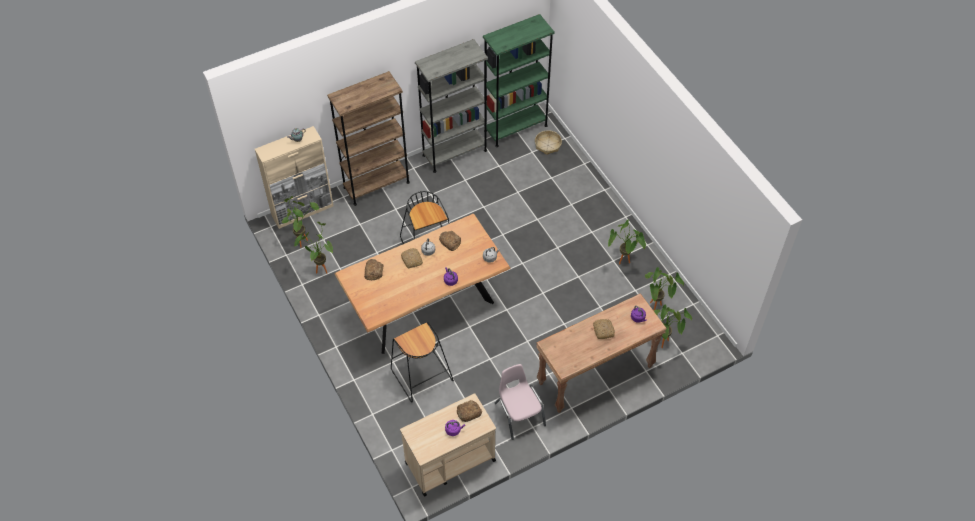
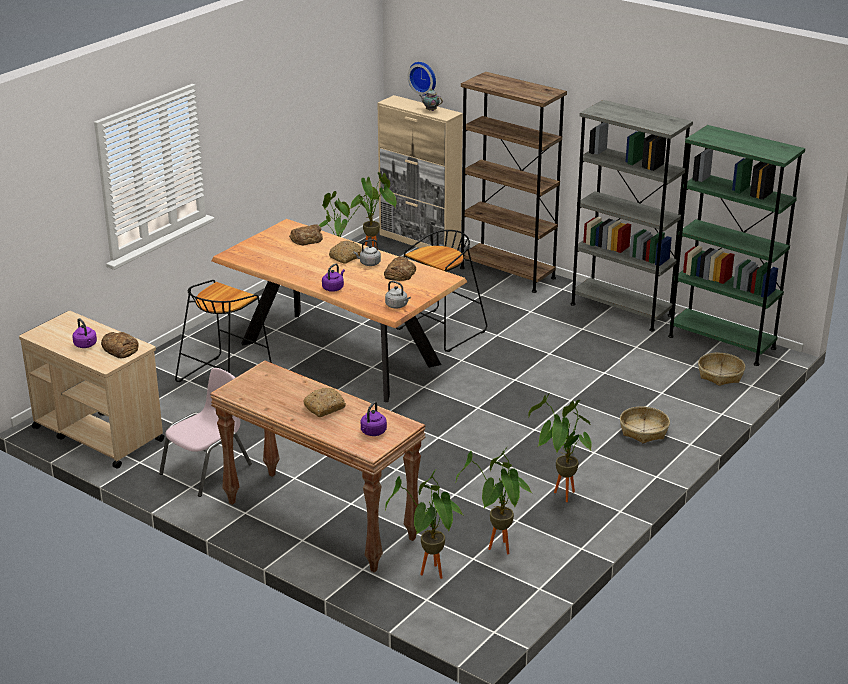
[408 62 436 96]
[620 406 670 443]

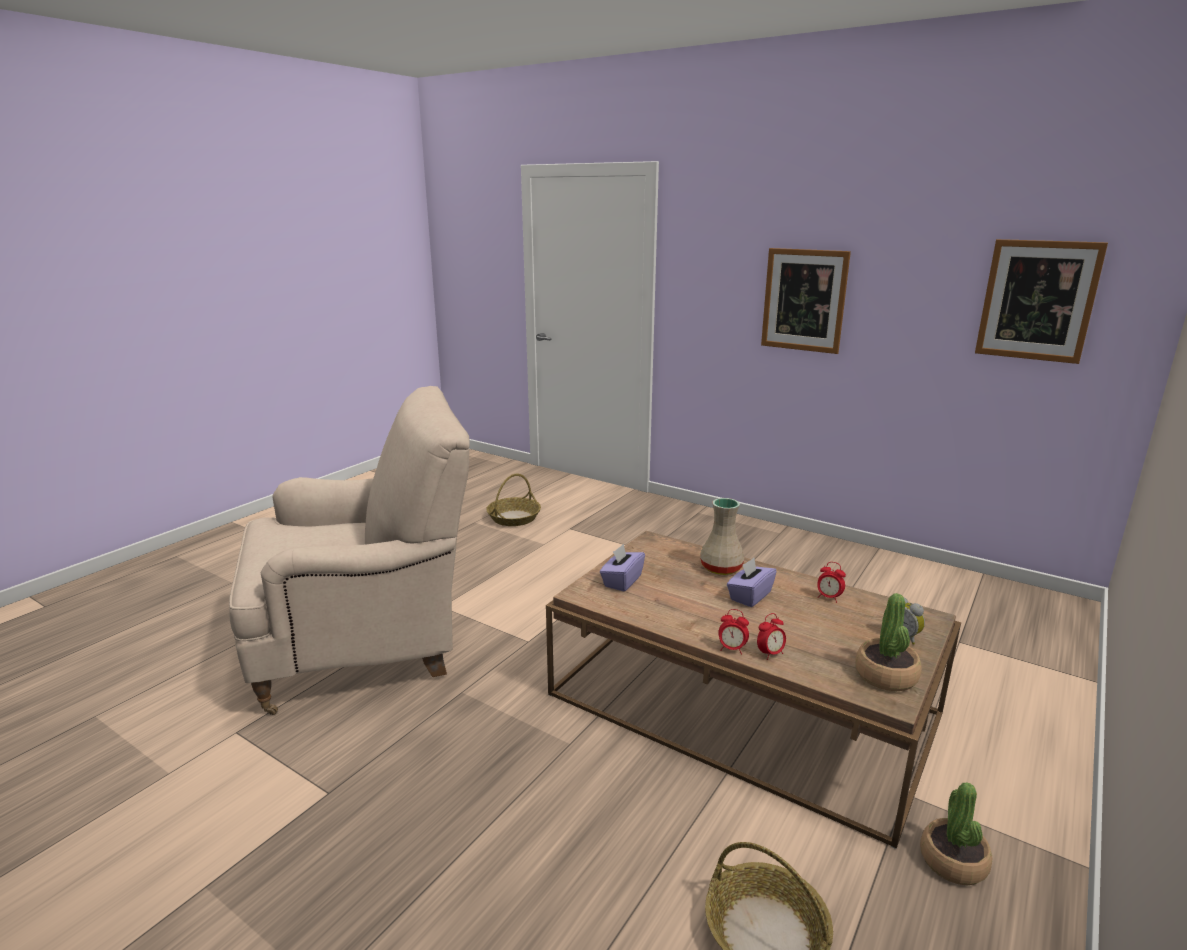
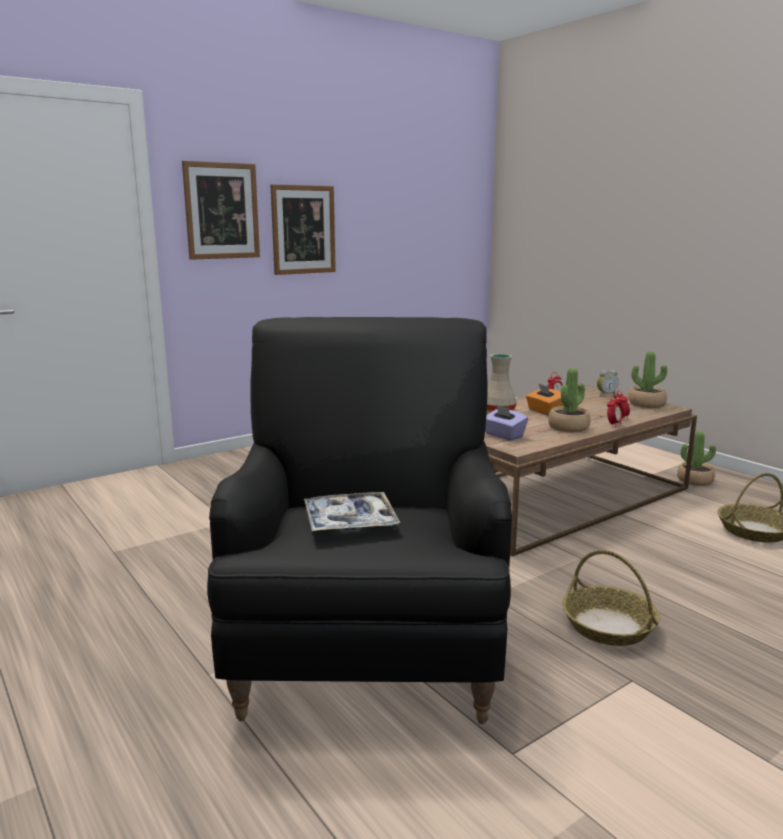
[182 161 260 260]
[207 317 512 724]
[562 550 660 646]
[526 384 564 416]
[548 367 591 432]
[304 492 400 531]

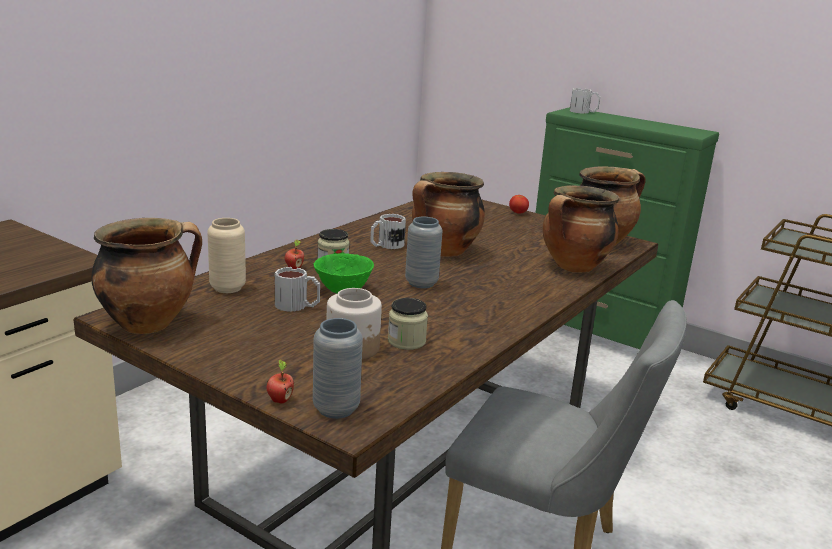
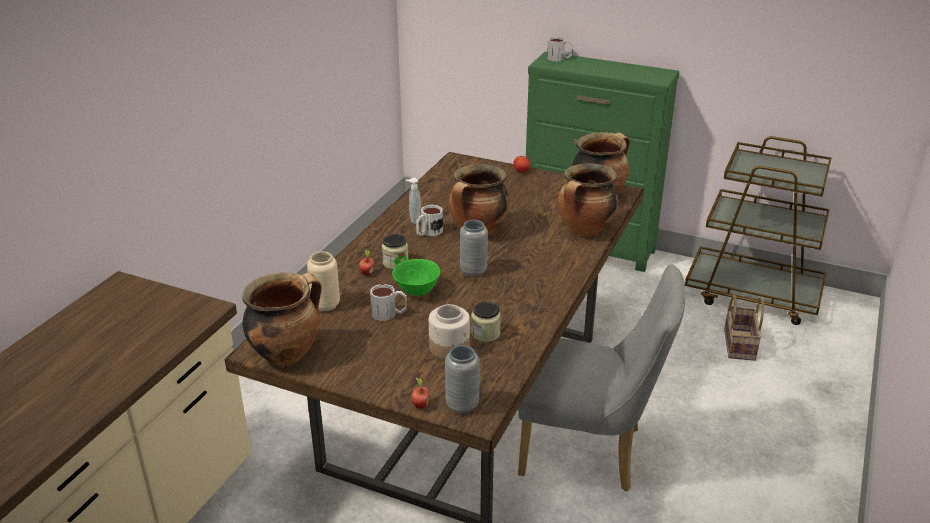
[406 178 421 224]
[724 295 764 361]

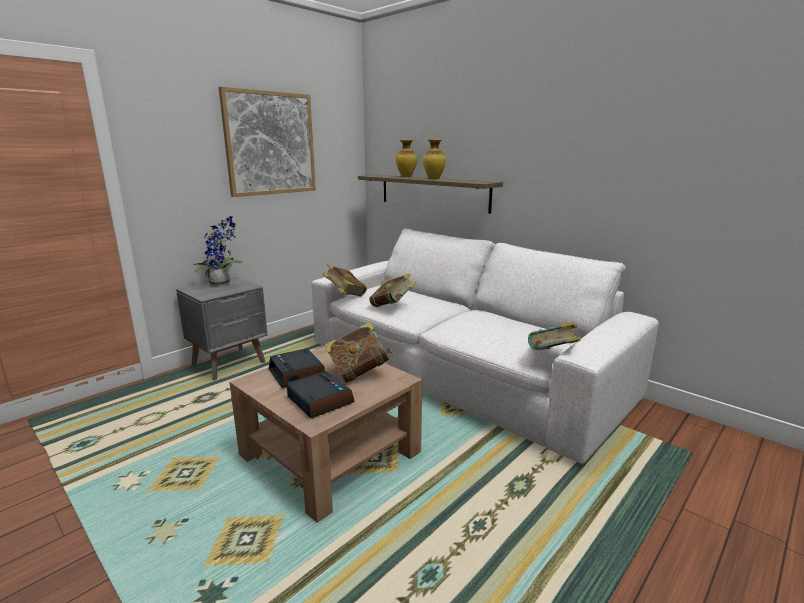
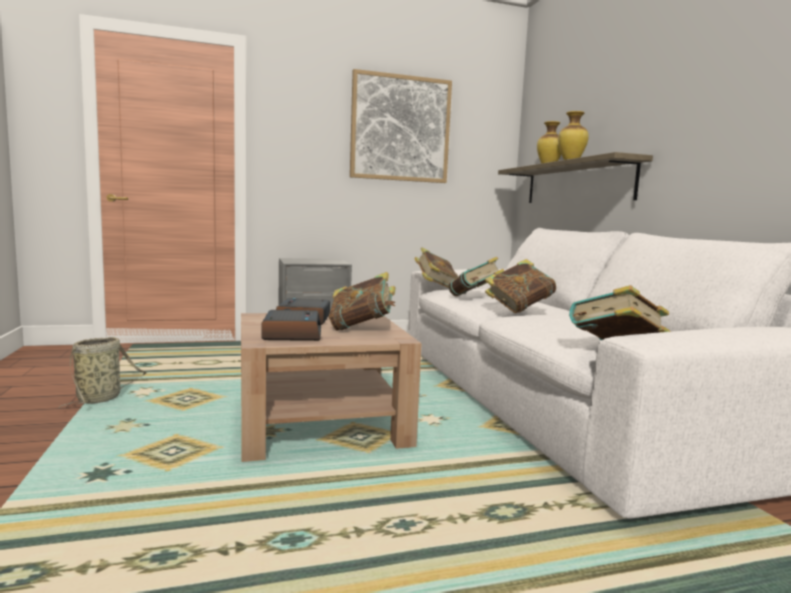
[194 216 243 286] (first image)
[485 259 556 313]
[59 337 147 408]

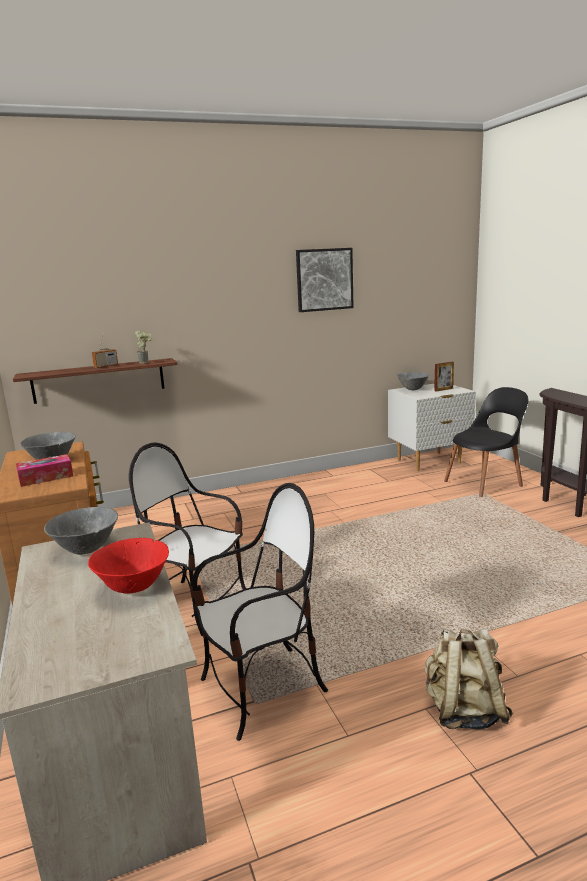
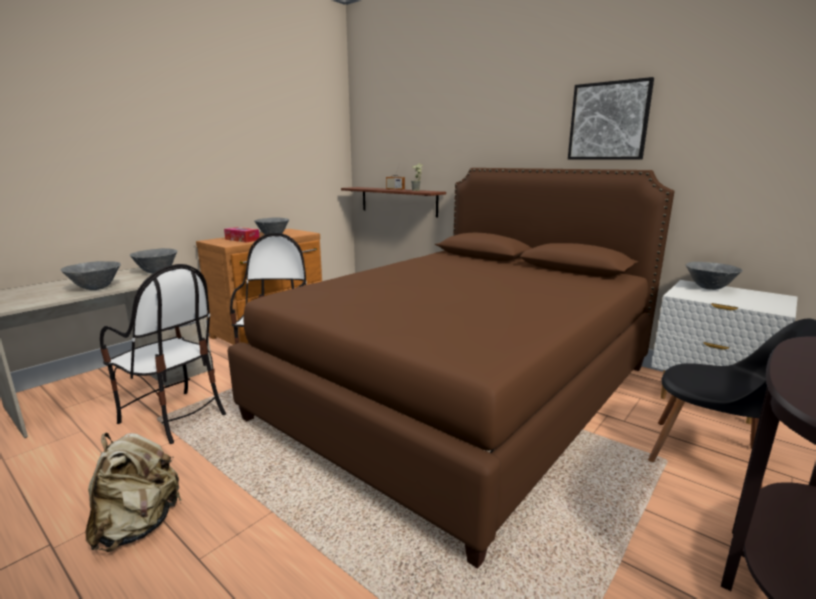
[434 362 454 392] (first image)
[61 261 121 290]
[228 168 674 569]

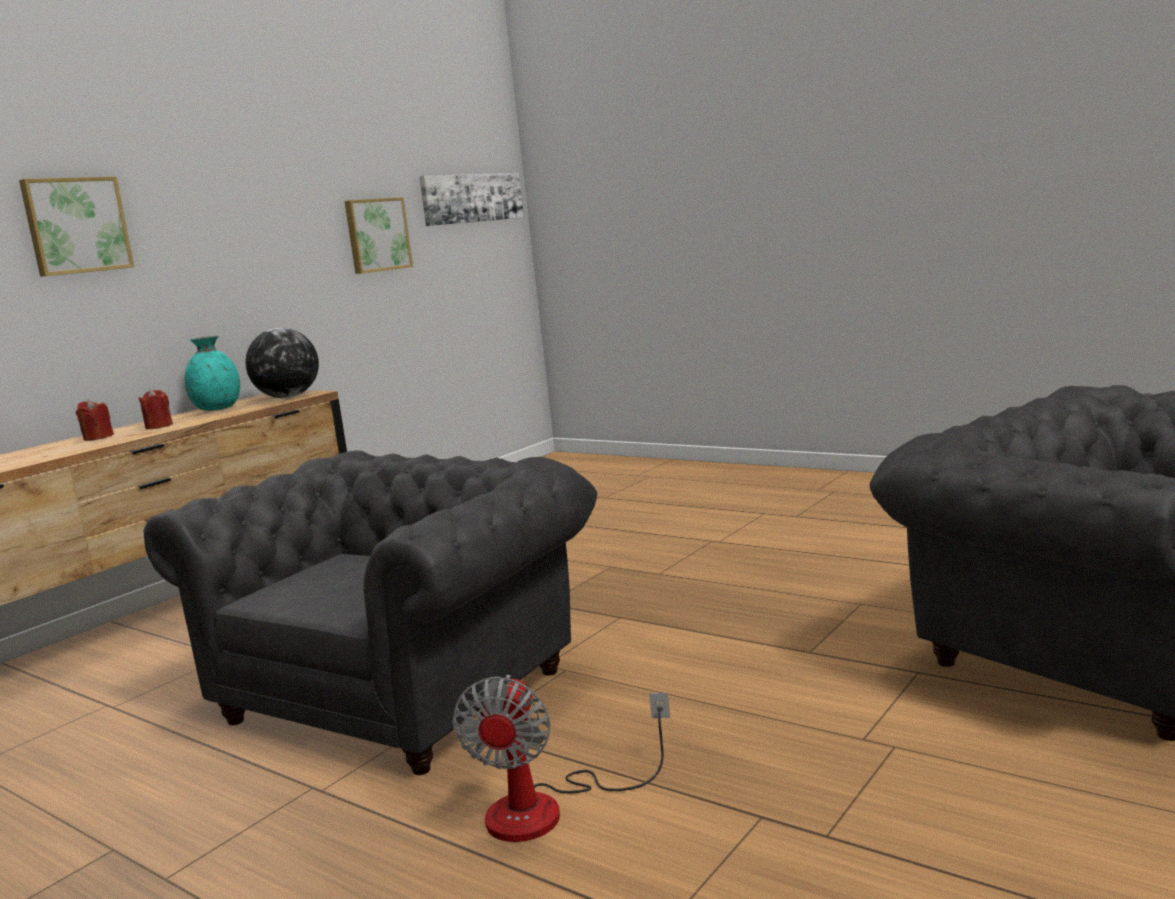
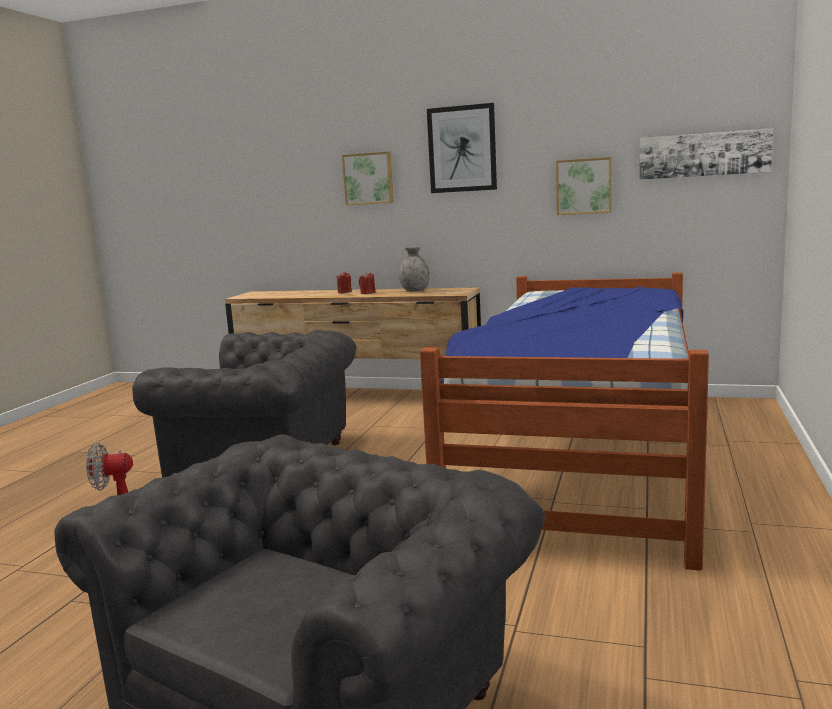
[245 328 319 398] (first image)
[399 247 430 291]
[427 103 497 193]
[420 272 709 571]

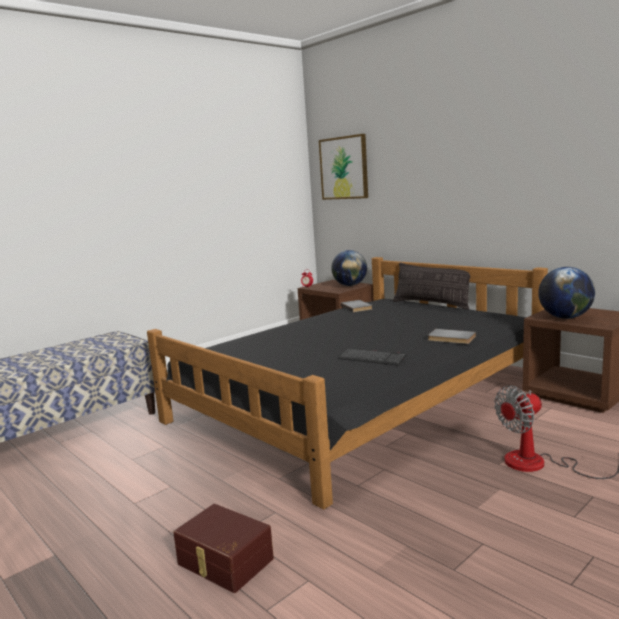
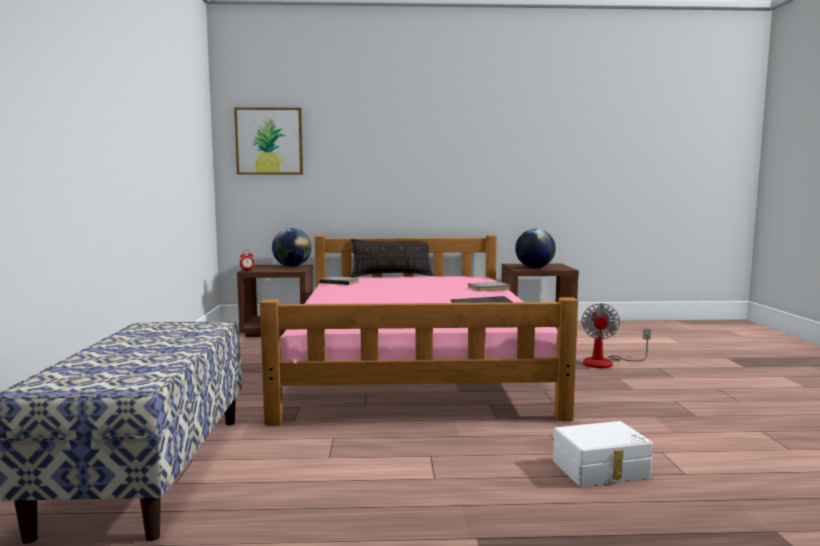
[260 235 579 426]
[553 421 653 487]

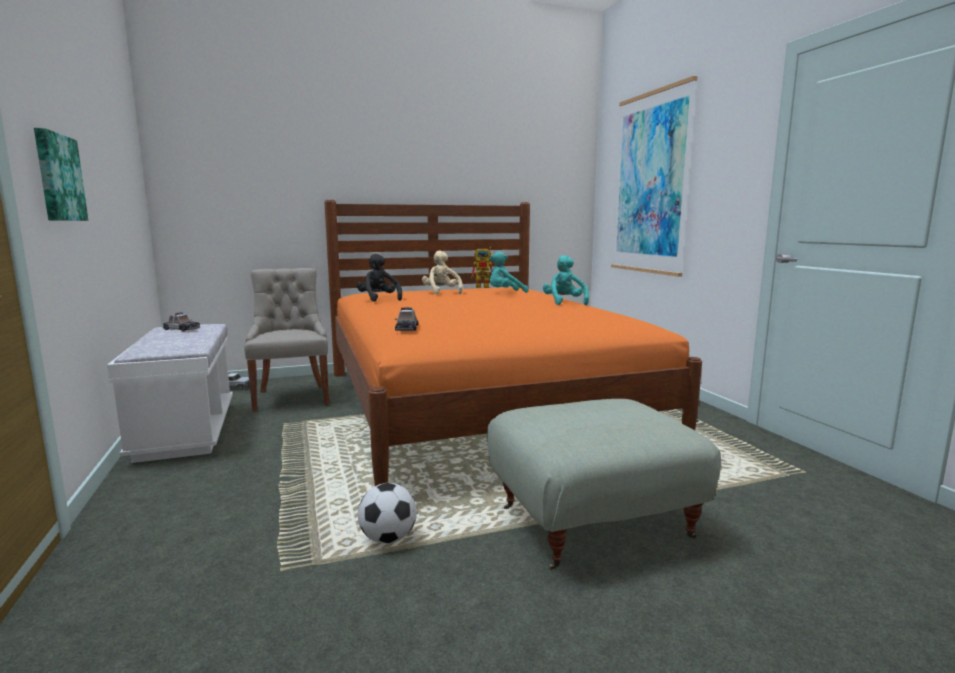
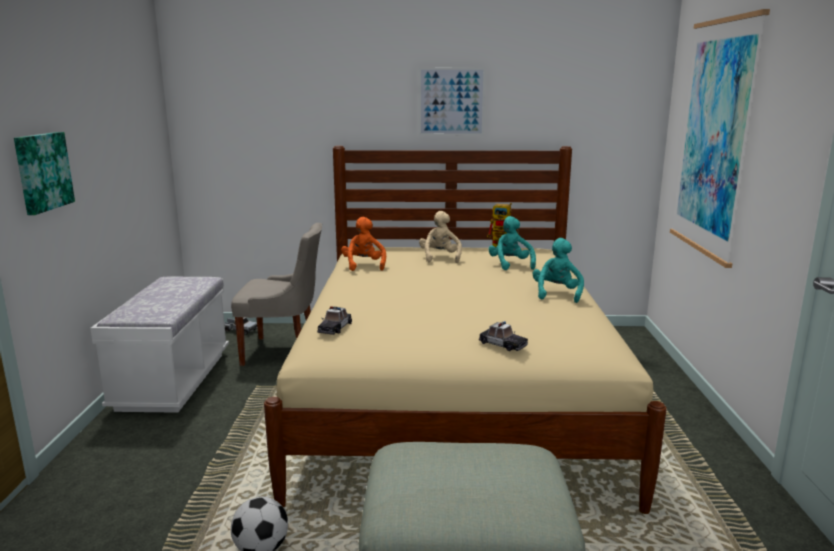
[264 146 667 514]
[488 216 536 270]
[341 217 386 271]
[231 223 322 366]
[479 321 528 351]
[419 67 486 136]

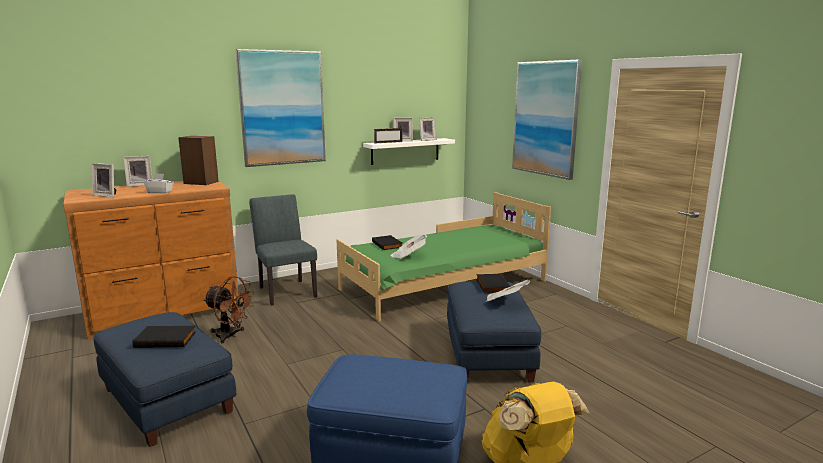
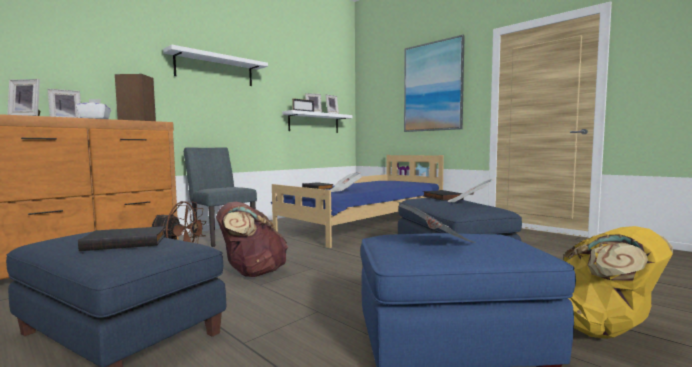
[163 44 268 86]
[271 155 444 248]
[216 202 288 277]
[398 202 477 243]

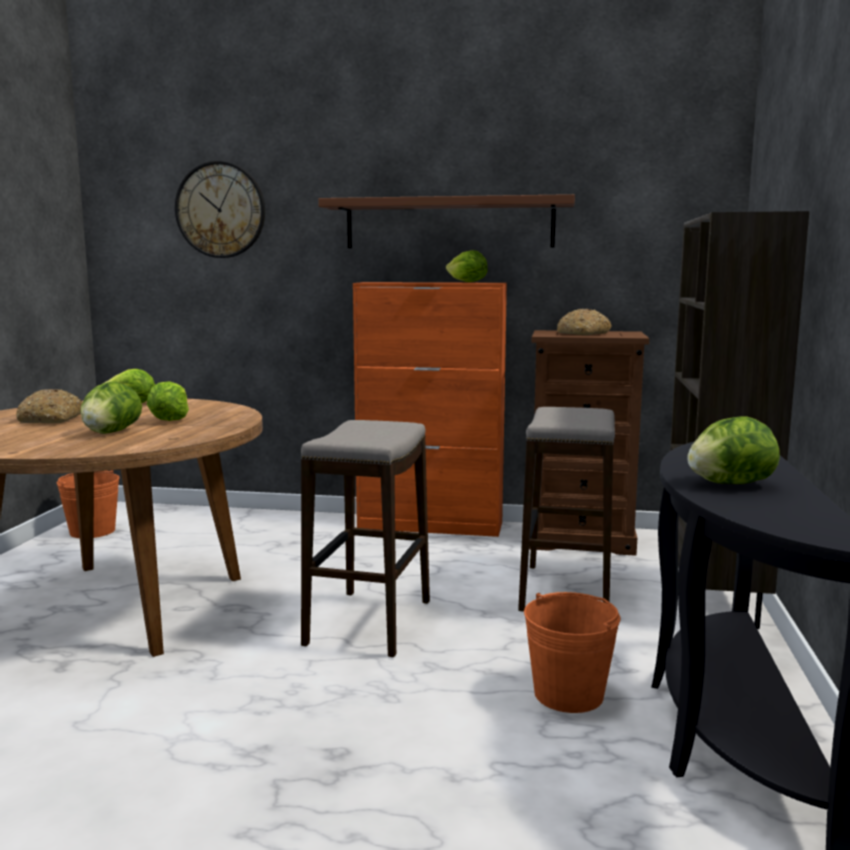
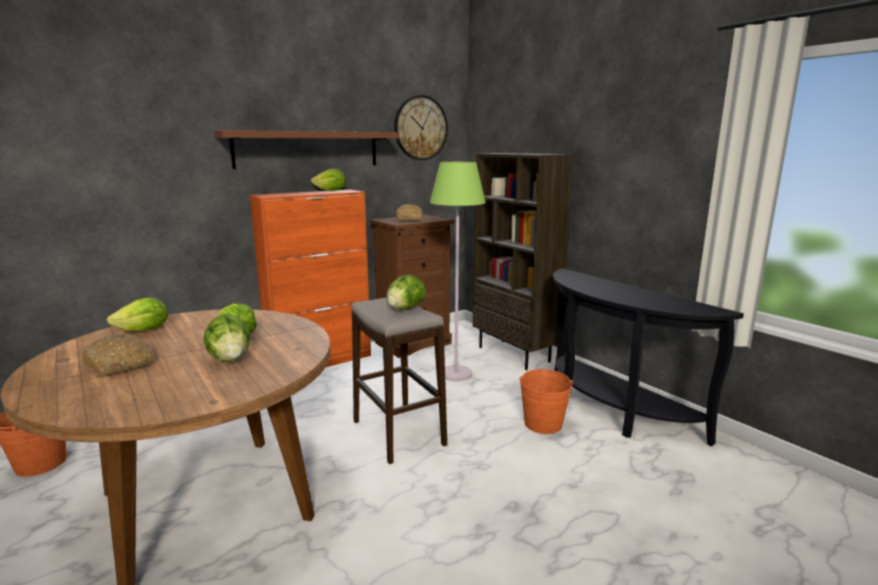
[394 95 448 160]
[430 162 486 381]
[387 275 426 310]

